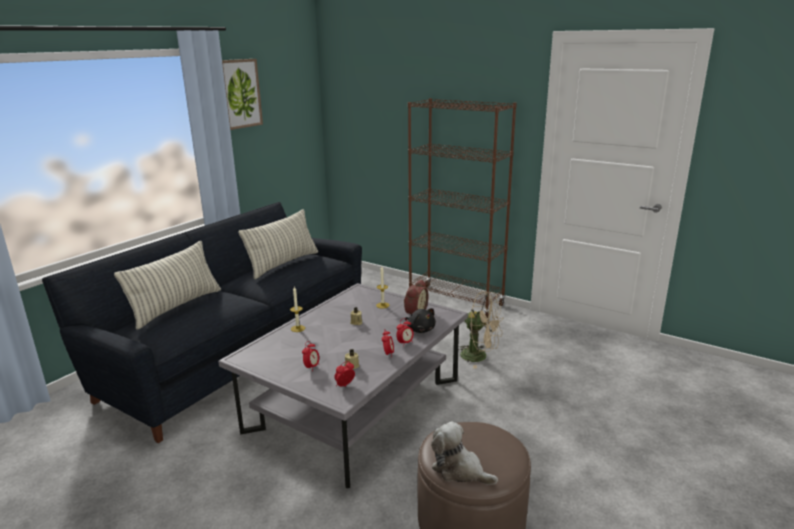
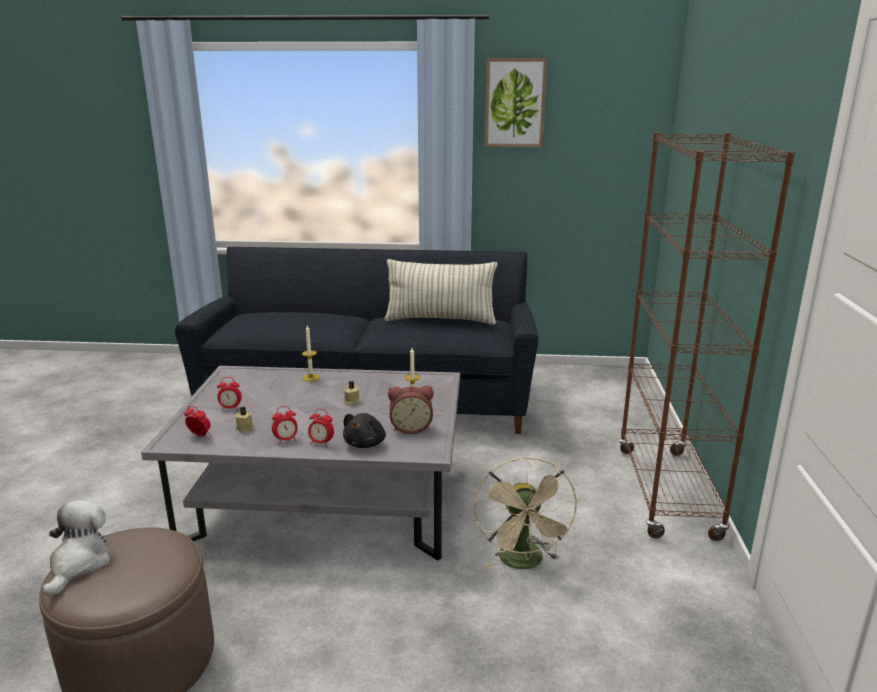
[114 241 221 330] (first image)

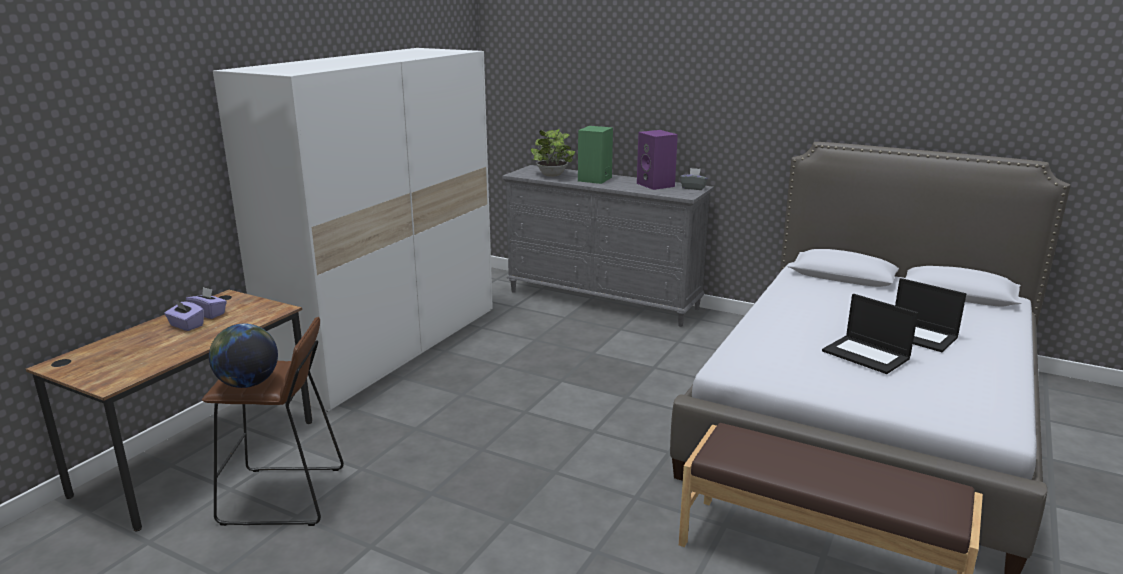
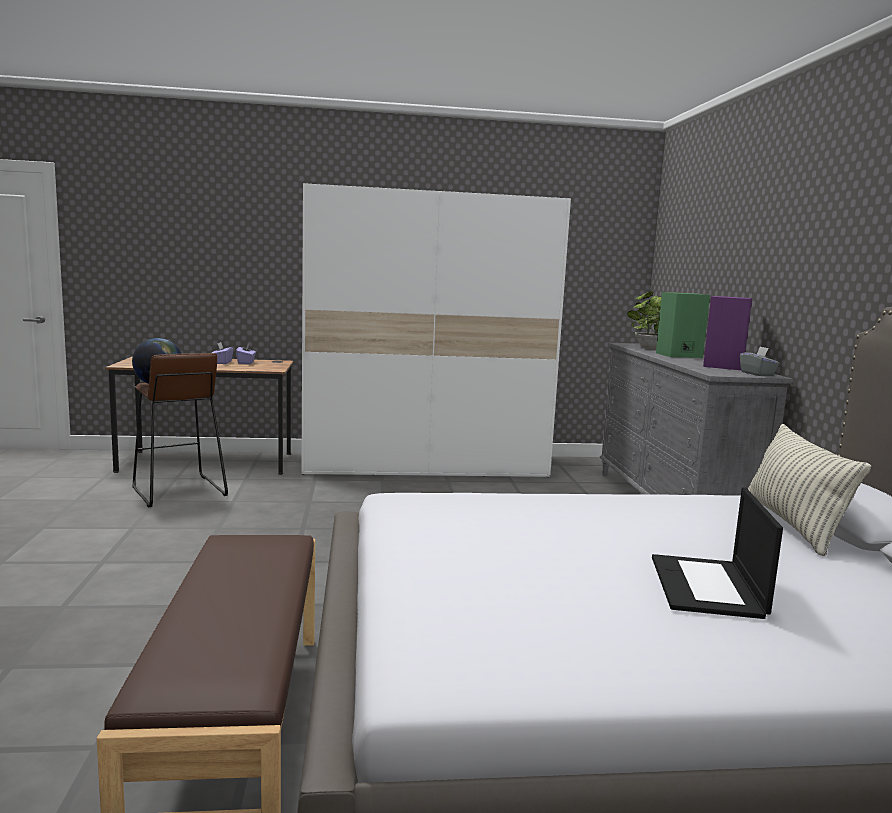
[822 294 918 374] (first image)
[748 424 871 556]

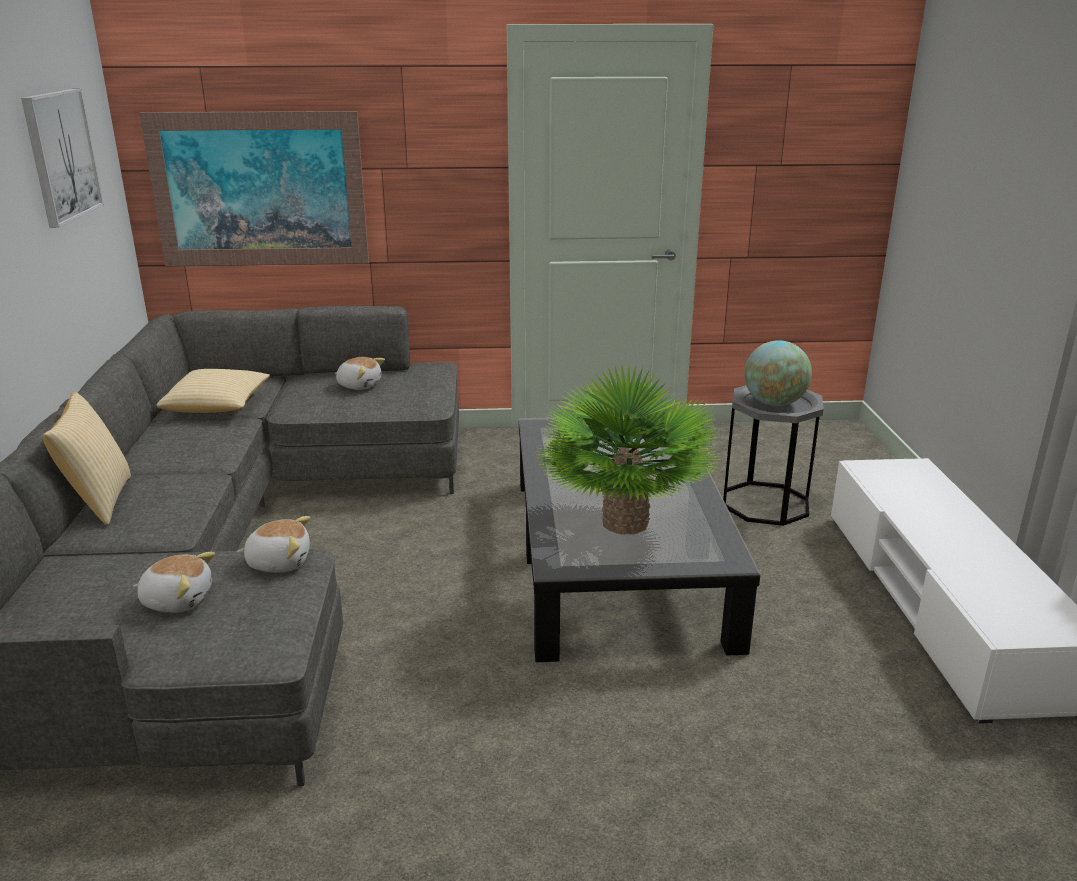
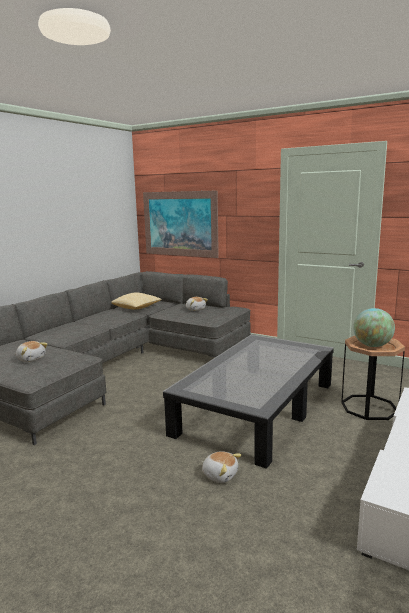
[21 89 104 228] (first image)
[536 365 720 534] (first image)
[341 336 405 420]
[43 392 131 525] (first image)
[201 451 242 483]

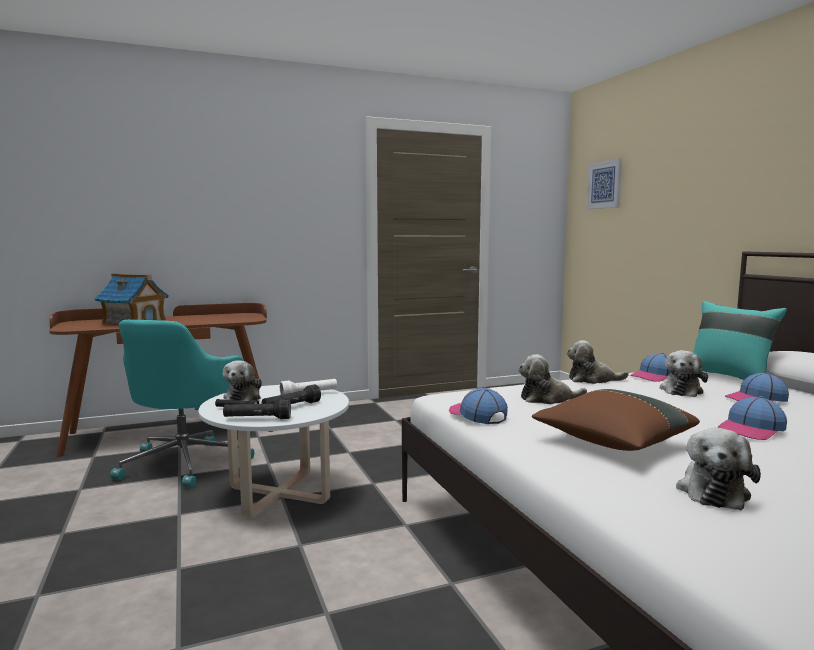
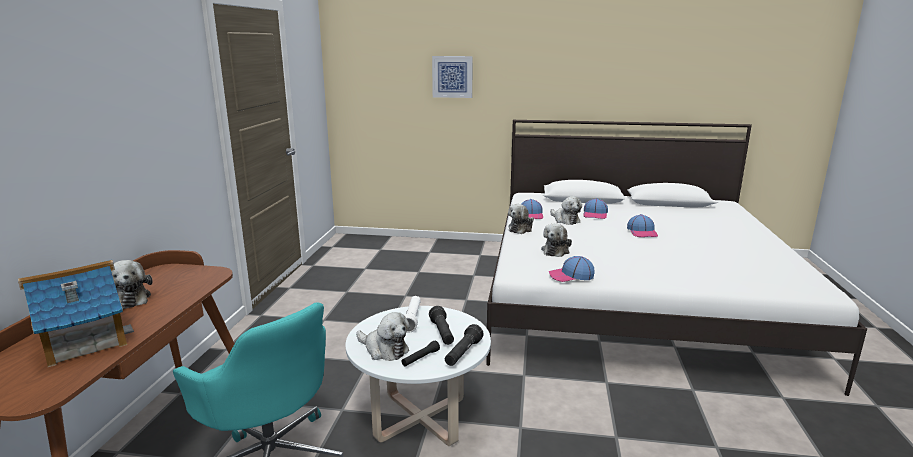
[432 56 473 98]
[693 301 787 380] (first image)
[532 389 700 451] (first image)
[111 260 152 309]

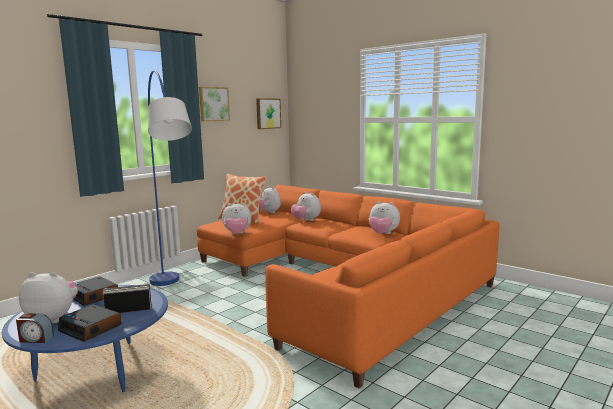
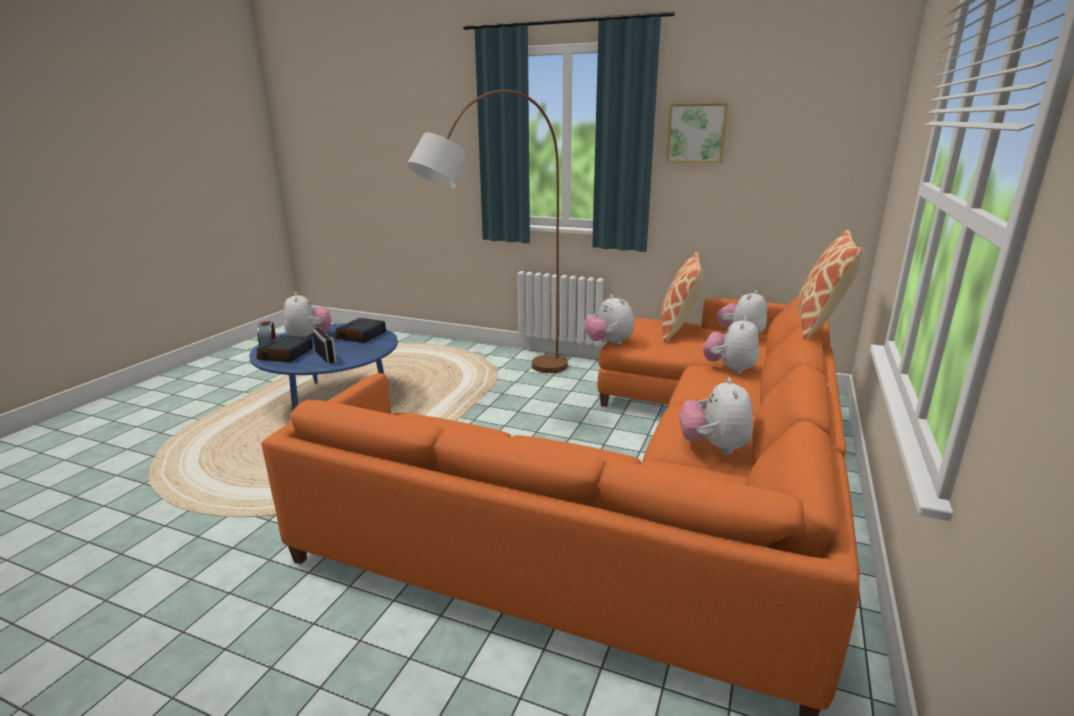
[407 90 568 373]
[256 99 281 129] (first image)
[798 230 864 340]

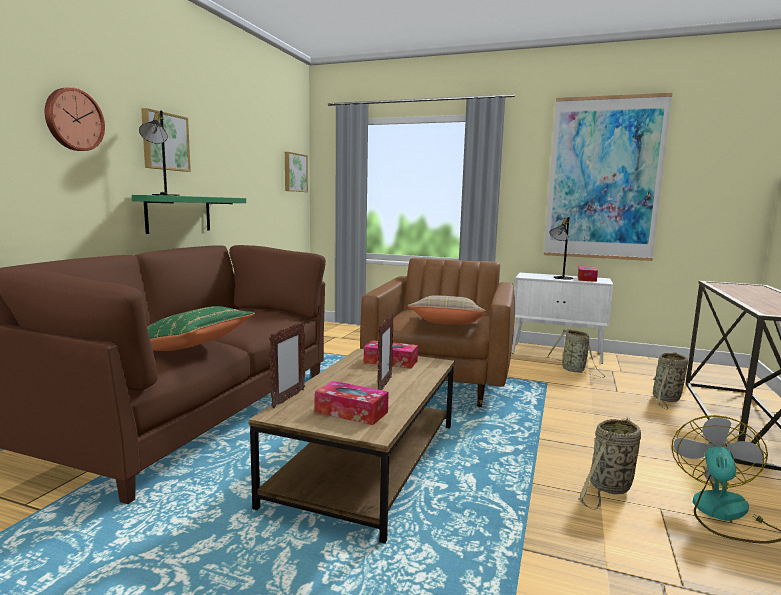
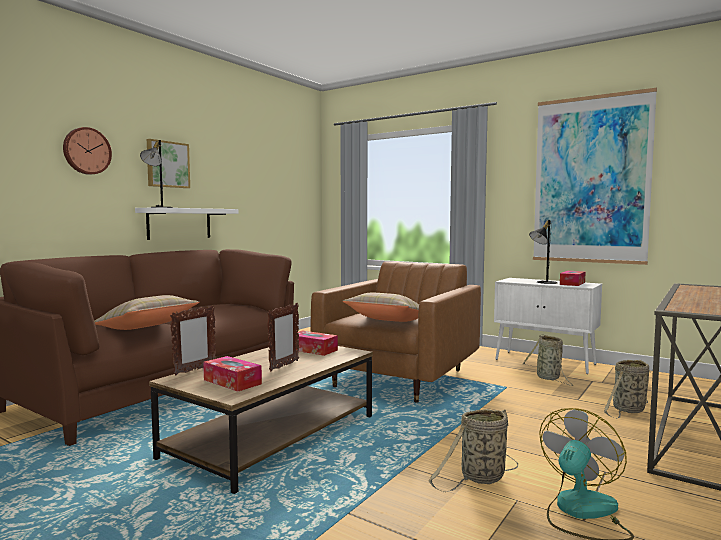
[285 152 308 192] (first image)
[135 207 239 240]
[94 295 199 330]

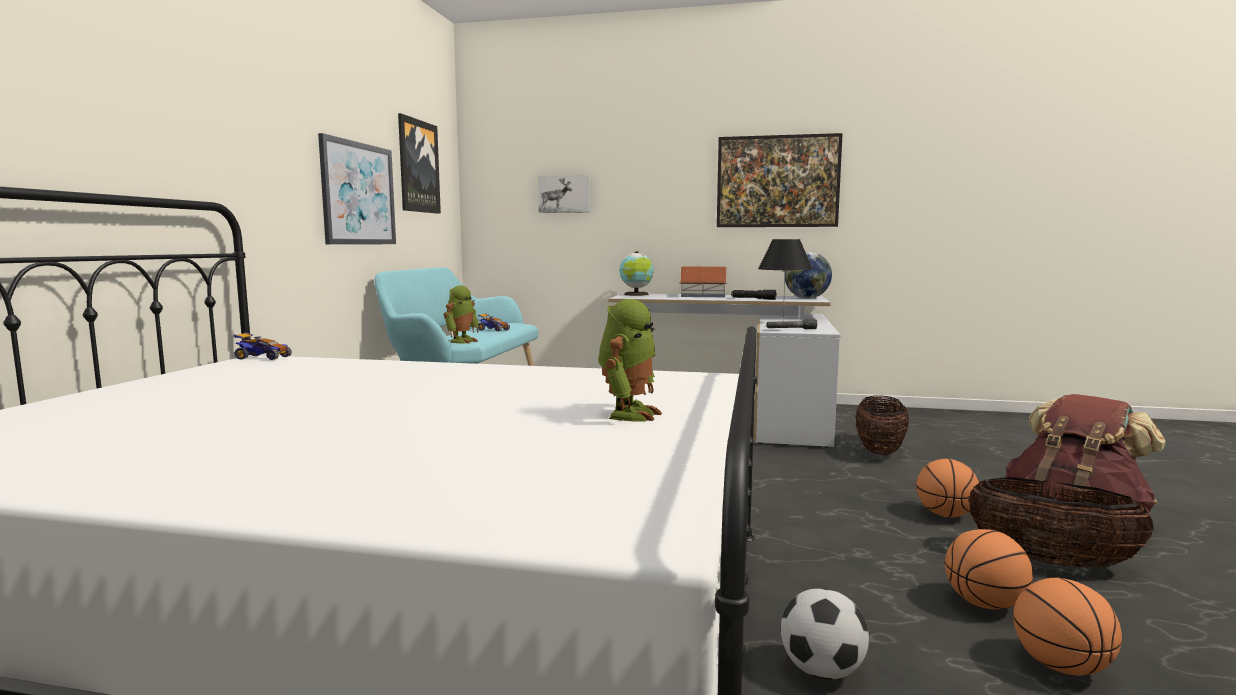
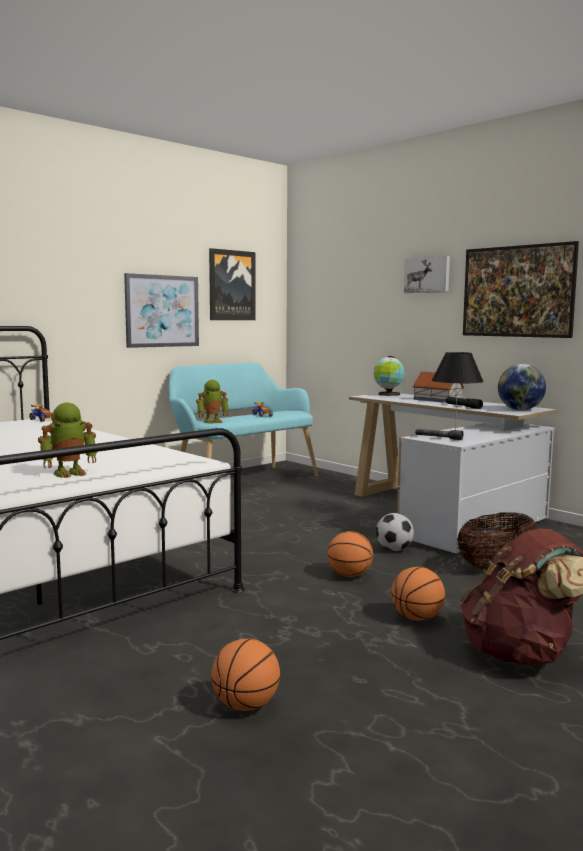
[404 256 450 293]
[968 477 1154 568] (first image)
[327 531 373 577]
[376 513 414 551]

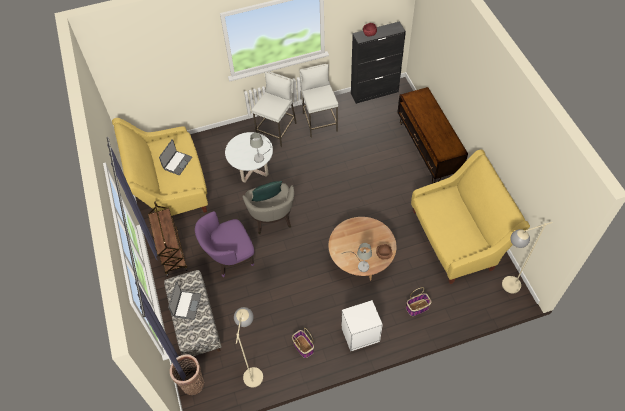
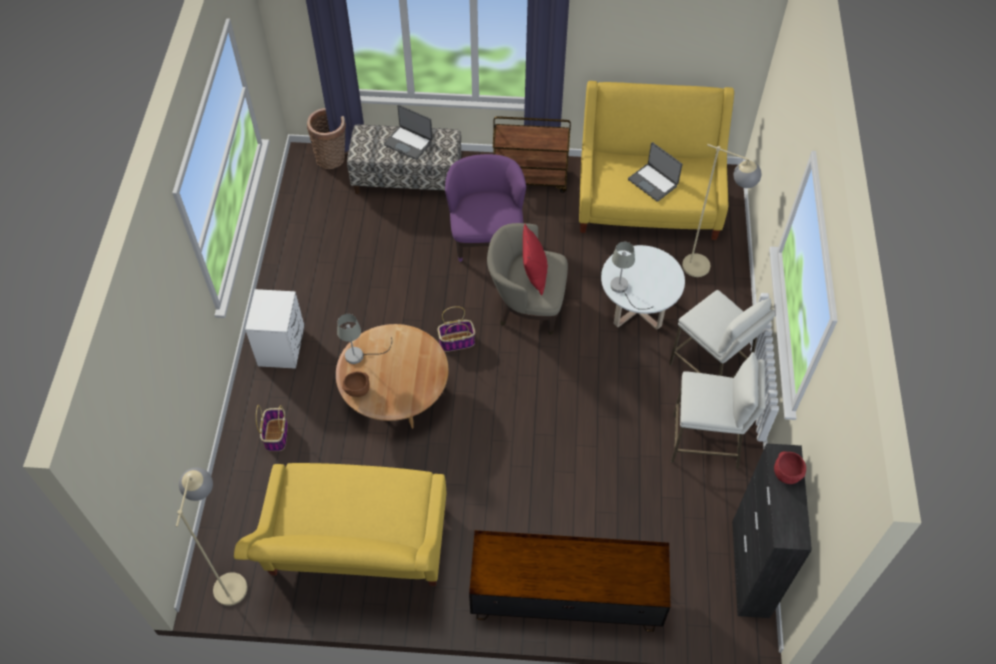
[523 224 548 295]
[682 144 762 277]
[437 306 475 352]

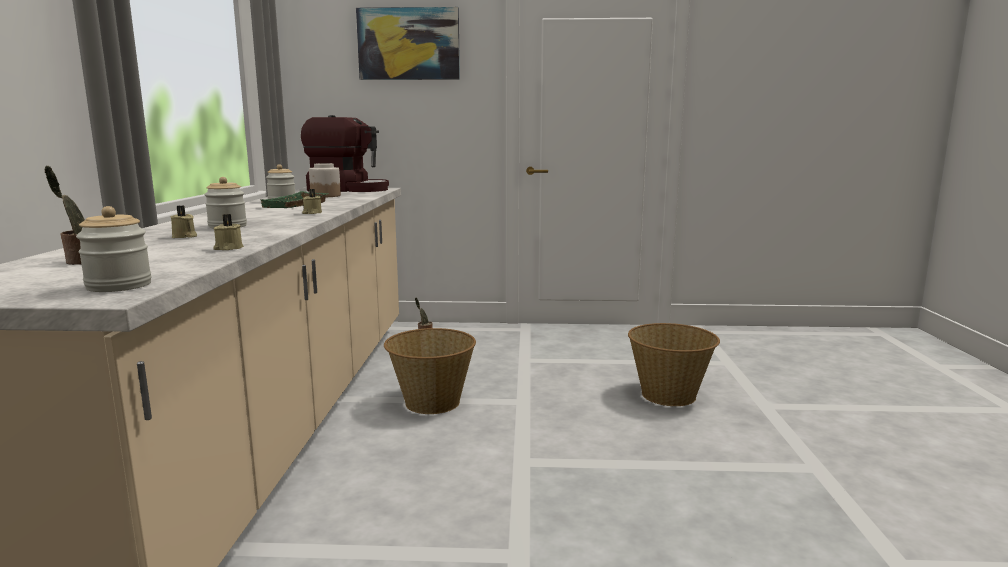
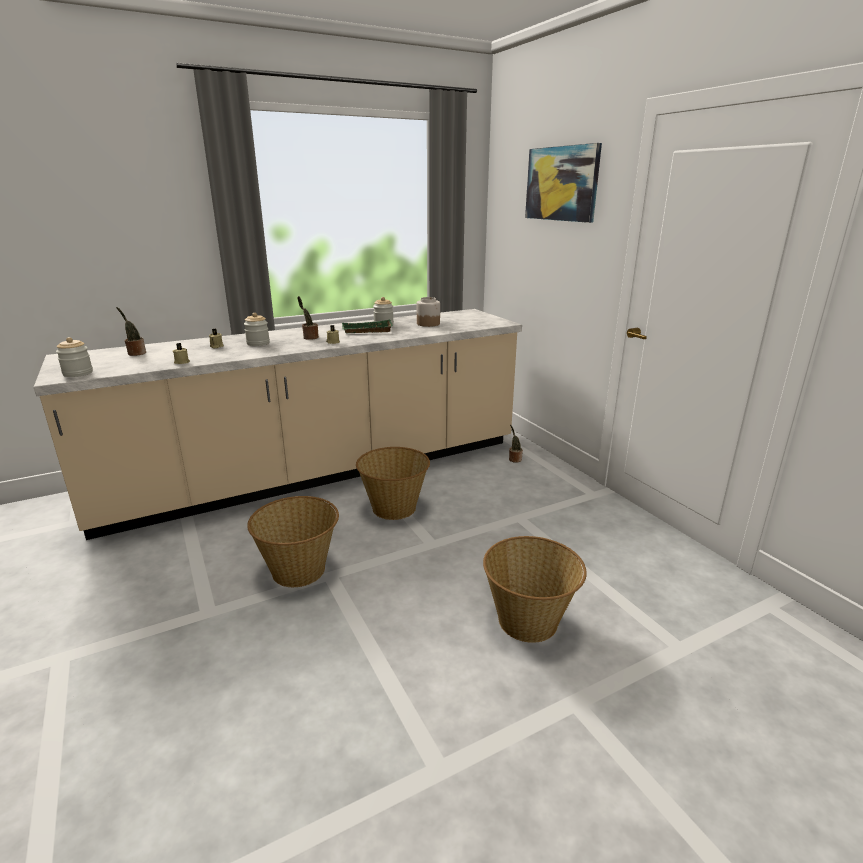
[301 115 389 192] (first image)
[297 296 319 340]
[247 496 339 587]

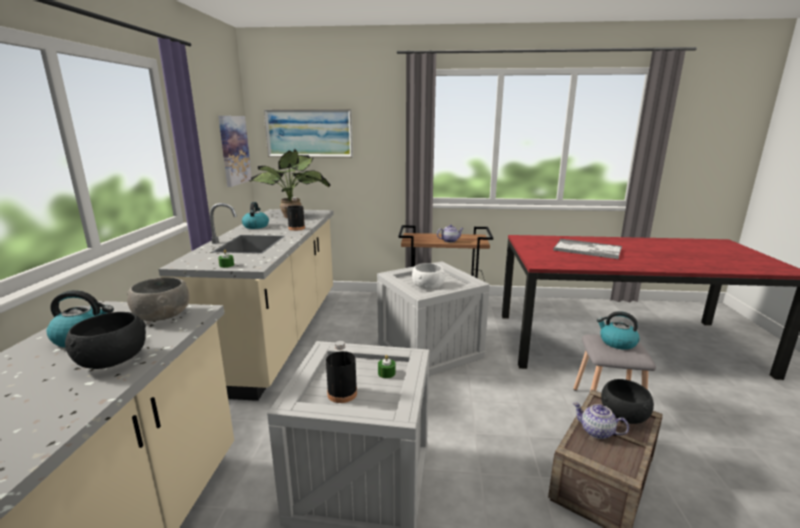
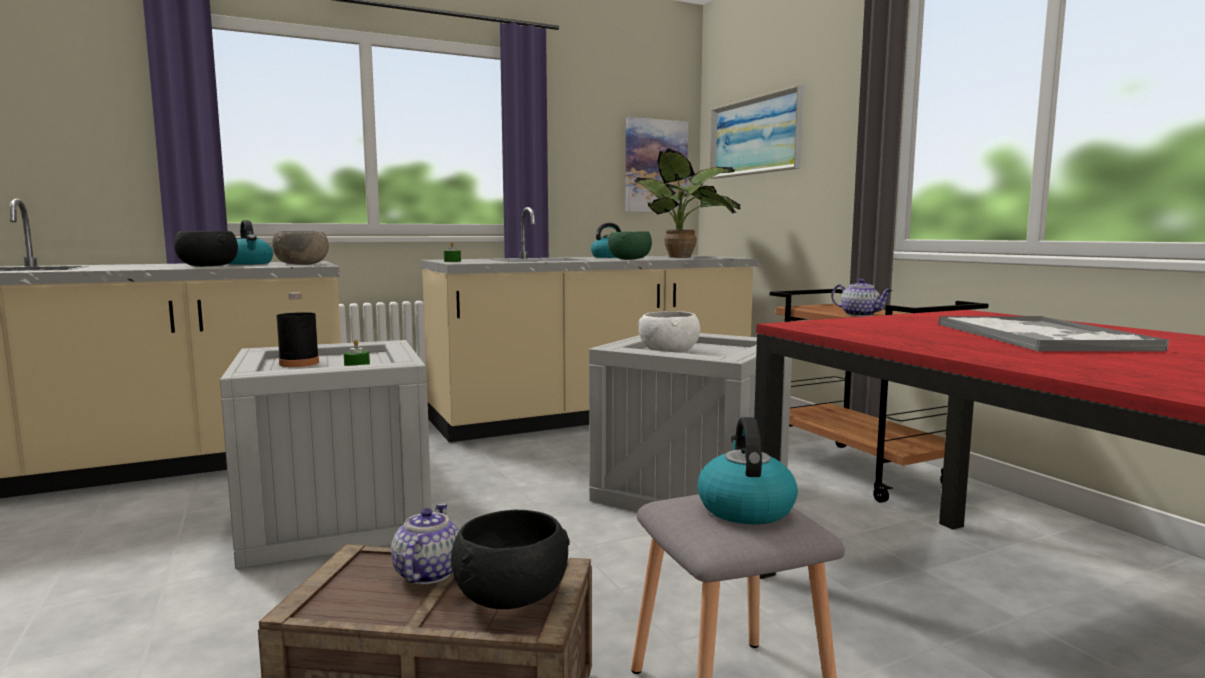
[608 231 652 260]

